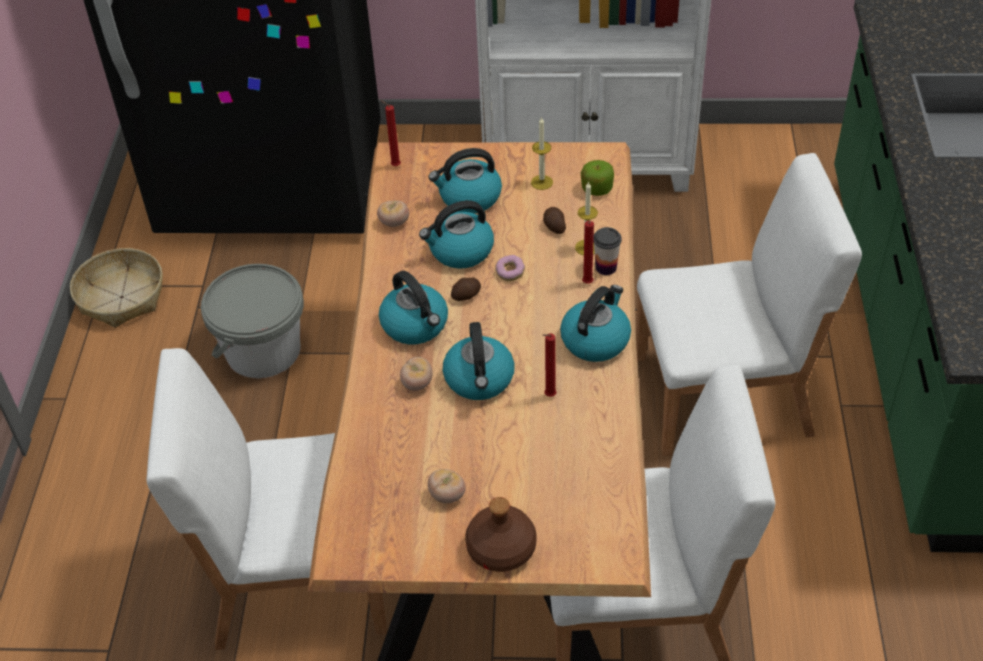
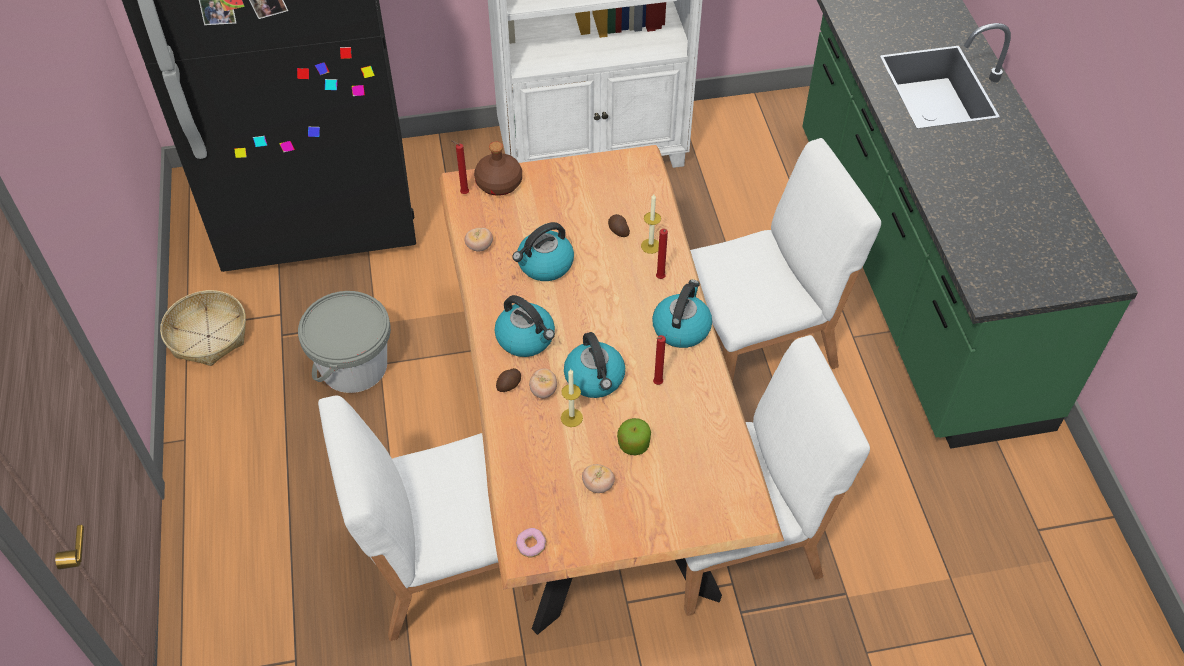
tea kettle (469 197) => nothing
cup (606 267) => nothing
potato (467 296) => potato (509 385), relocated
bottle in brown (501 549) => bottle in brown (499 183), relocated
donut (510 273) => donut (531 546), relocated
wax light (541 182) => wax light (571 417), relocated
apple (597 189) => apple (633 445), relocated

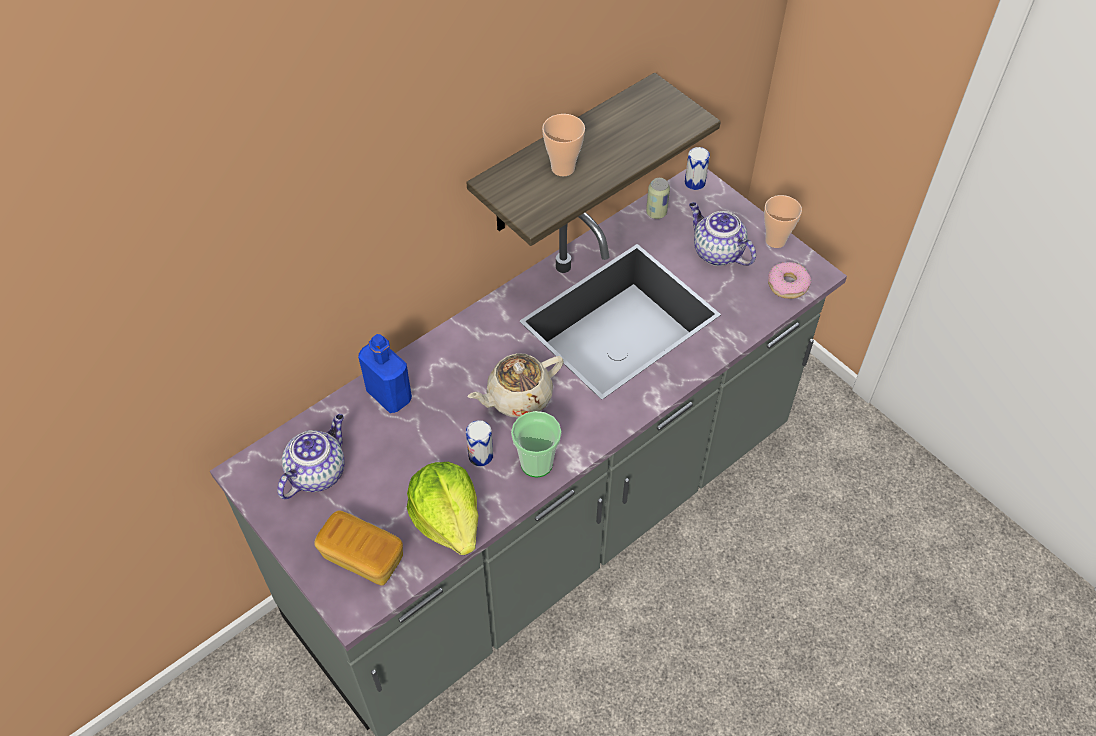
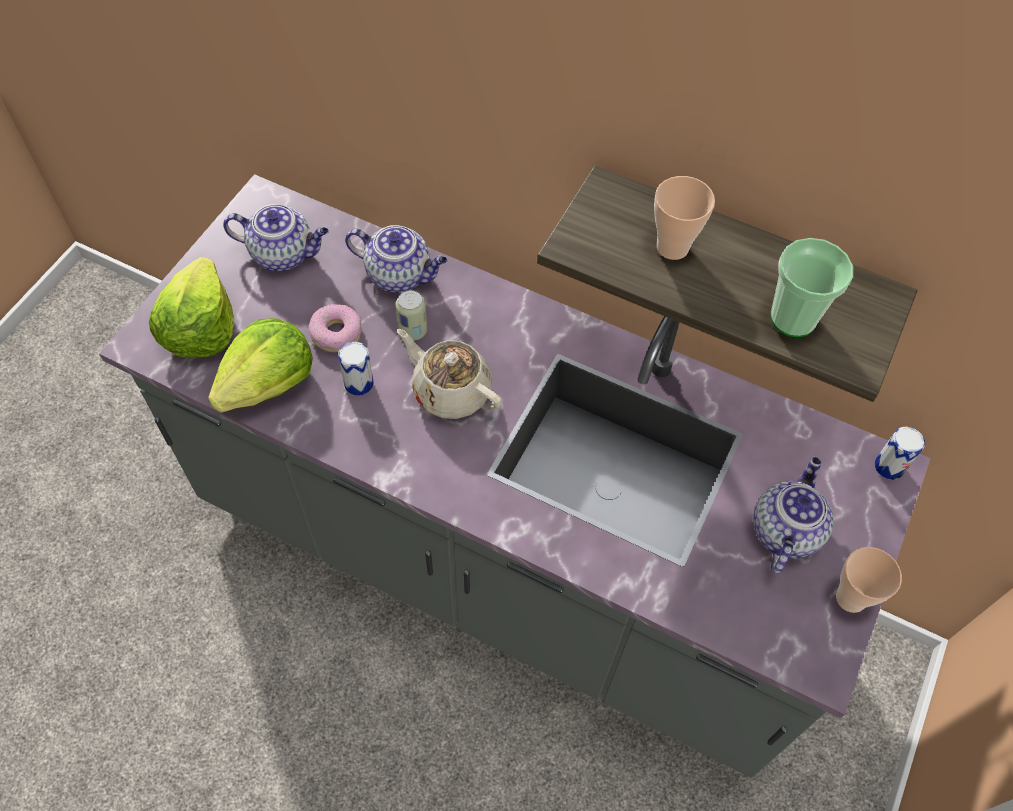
cup (536 463) => cup (793 318), relocated
sealed can (656 212) => sealed can (413 331), relocated
donut (787 285) => donut (336 333), relocated
bakery bread (362 557) => lettuce (200 328)
bottle in bluish (389 395) => tea pot (400 275)

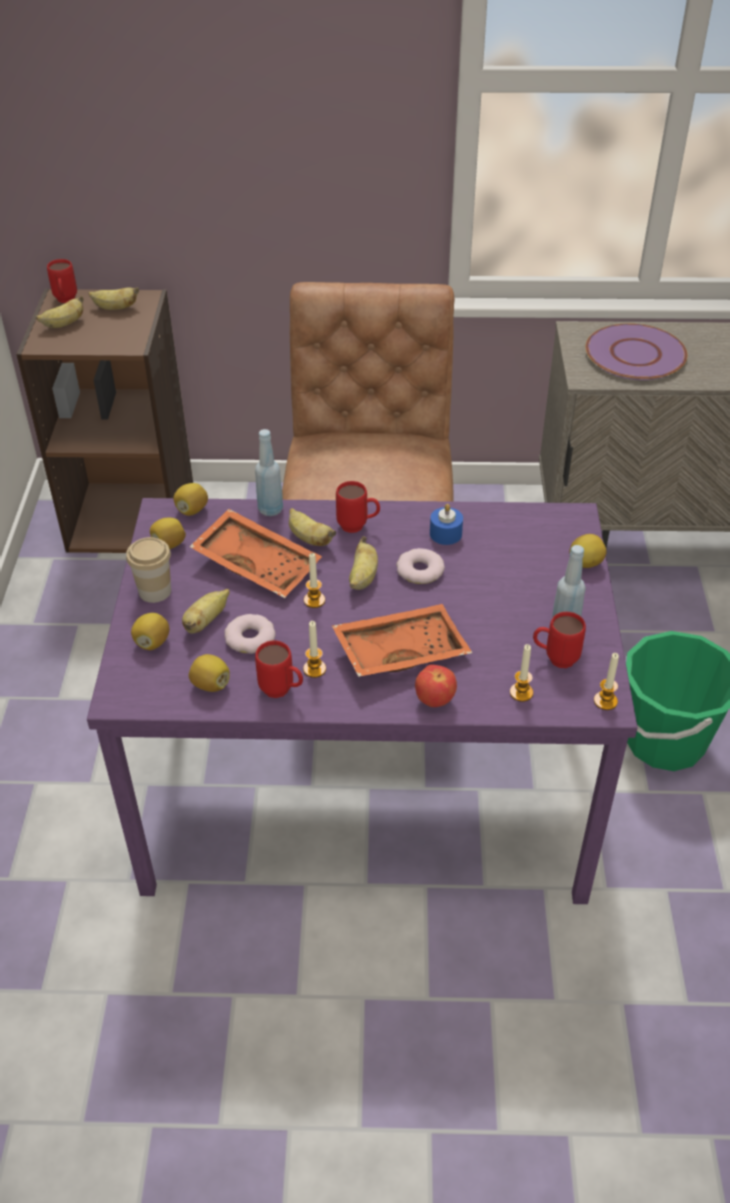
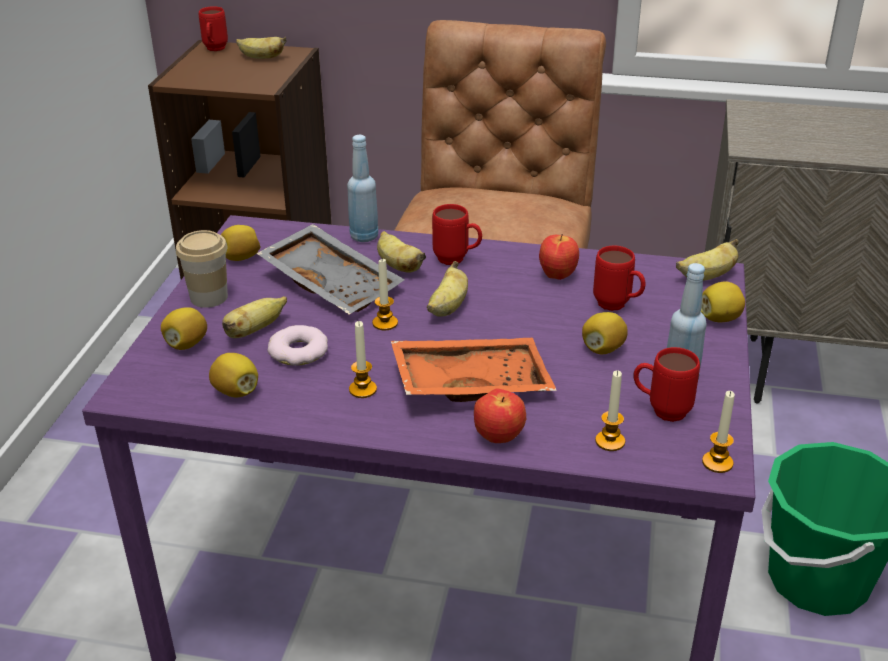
donut (420 570) => nothing
dinner plate in purple (634 354) => nothing
banana (64 324) => banana (707 276), relocated
lemon (192 510) => lemon (603 349), relocated
coffee mug in reddish (282 692) => coffee mug in reddish (617 306), relocated
wax light in bluish (445 534) => apple (557 276)
tray in orange-coloured (258 563) => tray in grey (333 283)

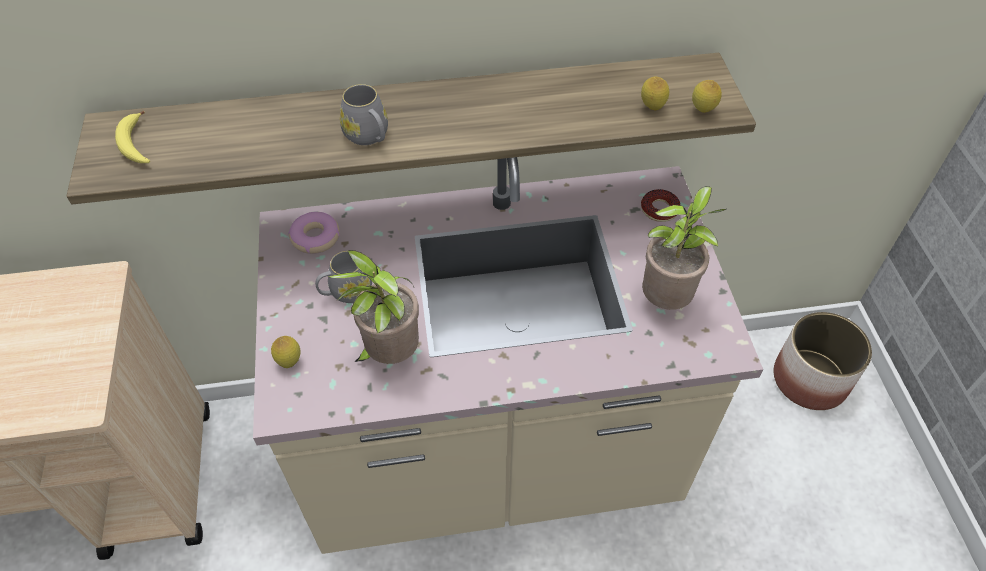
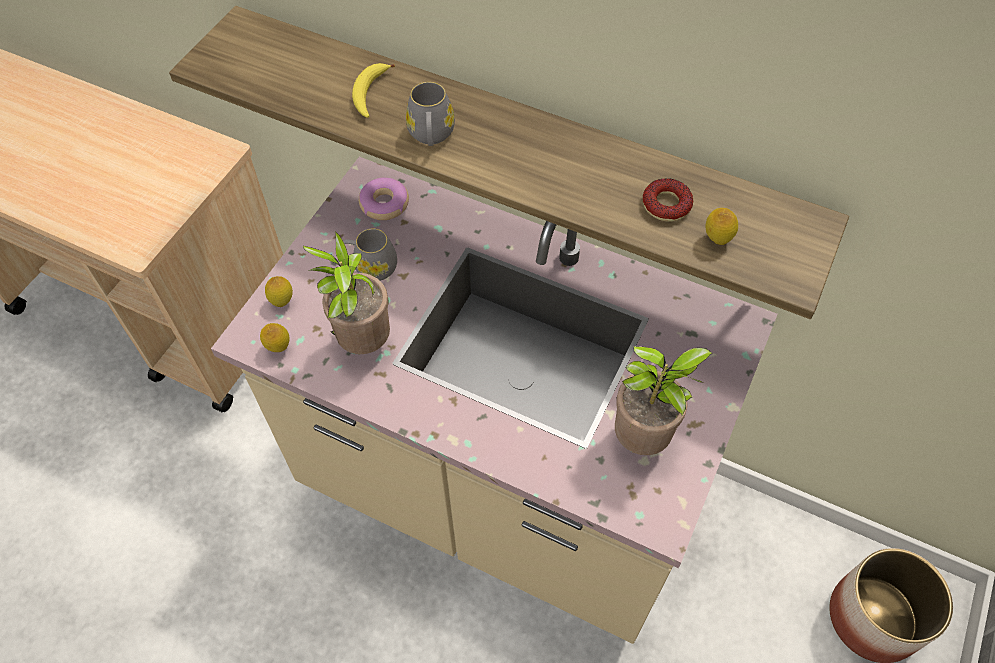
banana (136 145) => banana (370 94), relocated
donut (659 209) => donut (666 205), relocated
lemon (702 111) => lemon (279 348), relocated

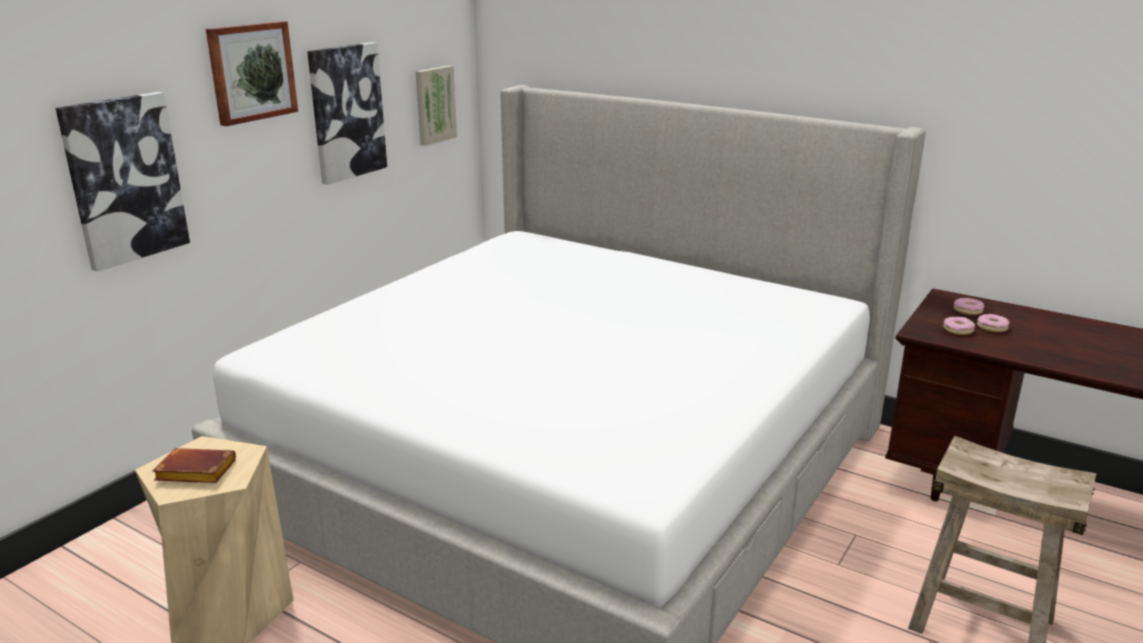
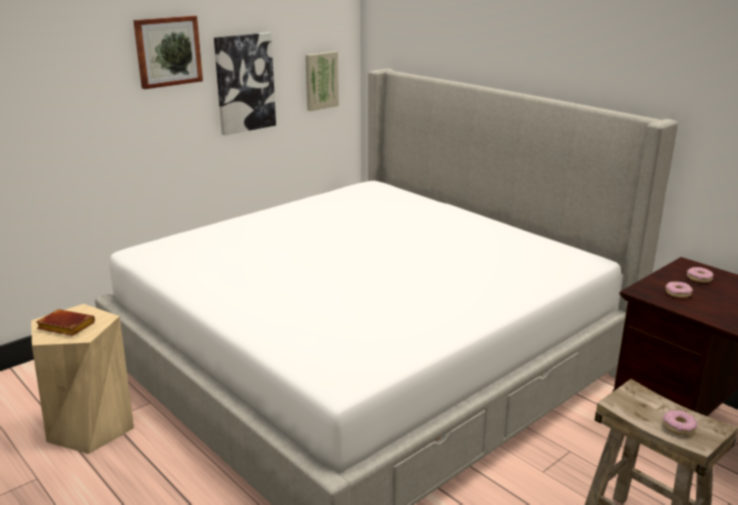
picture (124 179) => nothing
donut (992 327) => donut (678 427), relocated

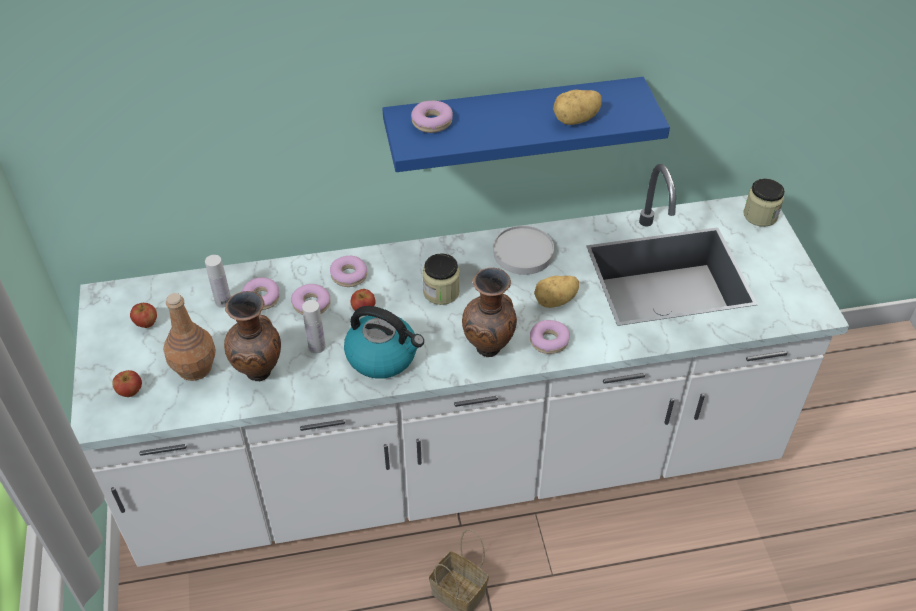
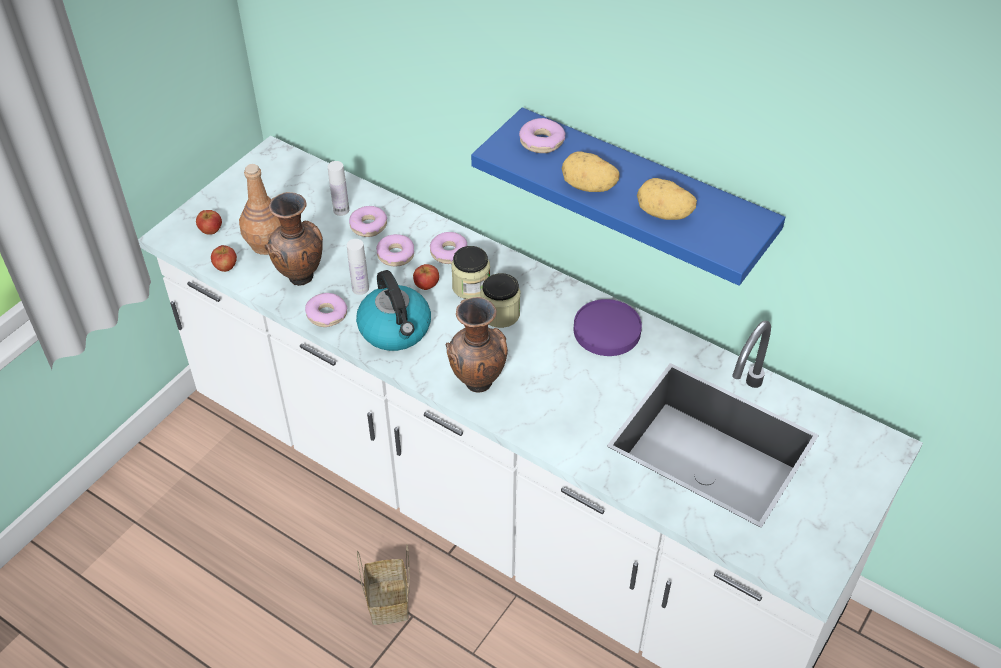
apple (146 323) => apple (225 267), relocated
donut (549 341) => donut (327 315), relocated
potato (556 301) => potato (588 187), relocated
preserve jar (760 215) => preserve jar (471 286), relocated
dinner plate in white-coloured (523 253) => dinner plate in purple (606 331)

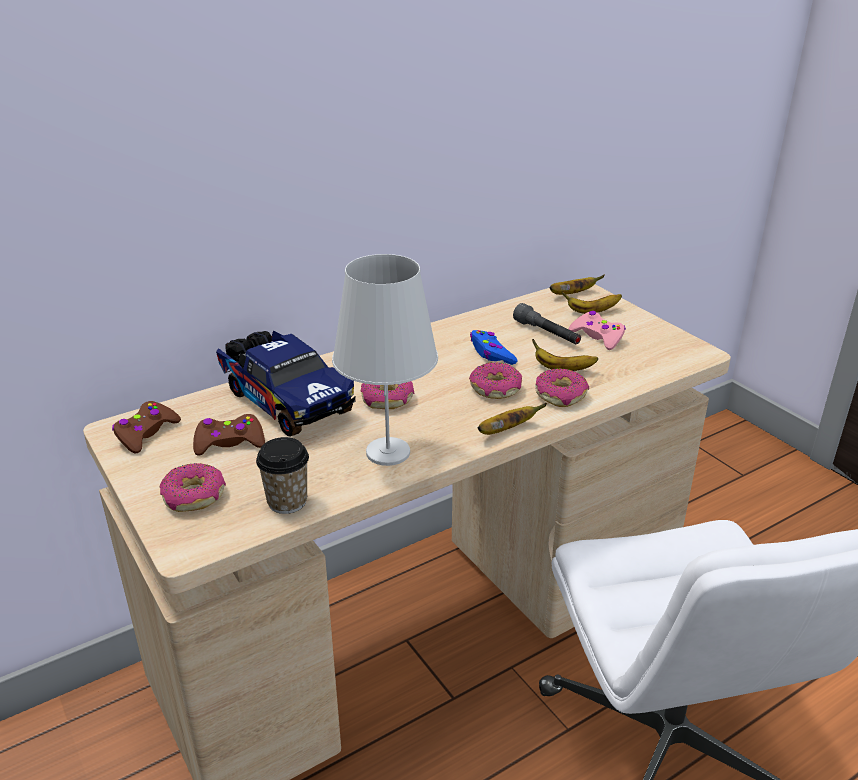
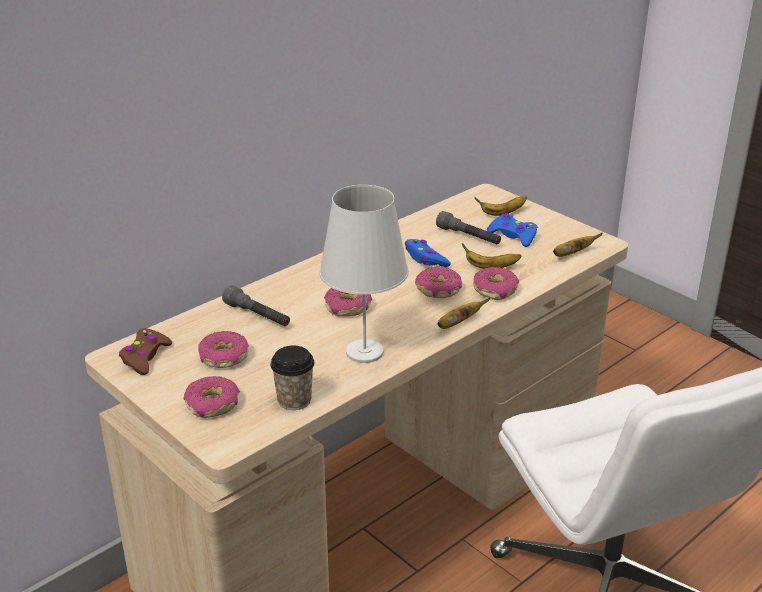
banana (572 294) => banana (572 254), relocated
joypad in brown (229 442) => donut (223 357)
toy lorry (285 399) => hand torch in grey (257 316)
joypad in pinkish (597 336) => joypad in bluish (513 236)

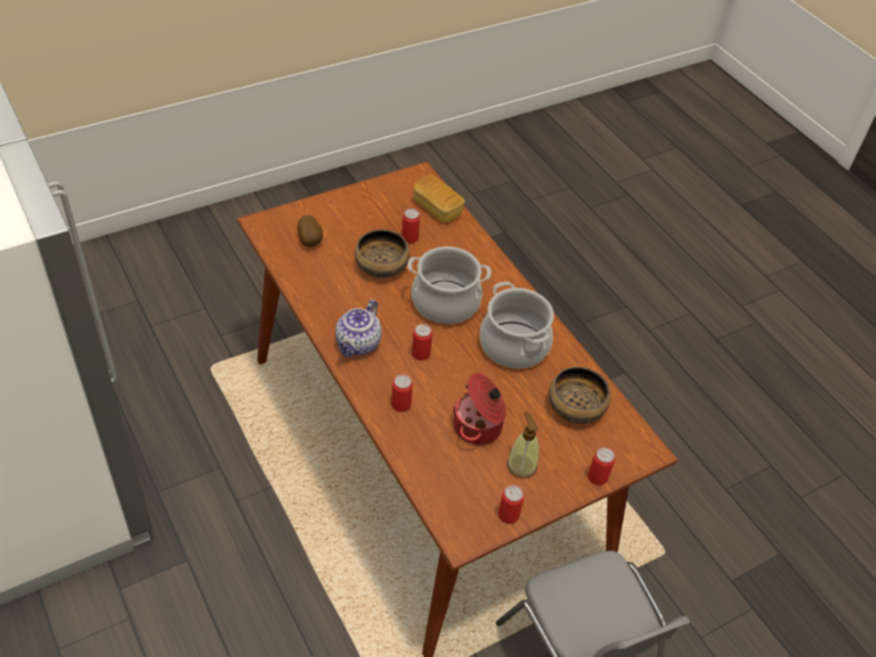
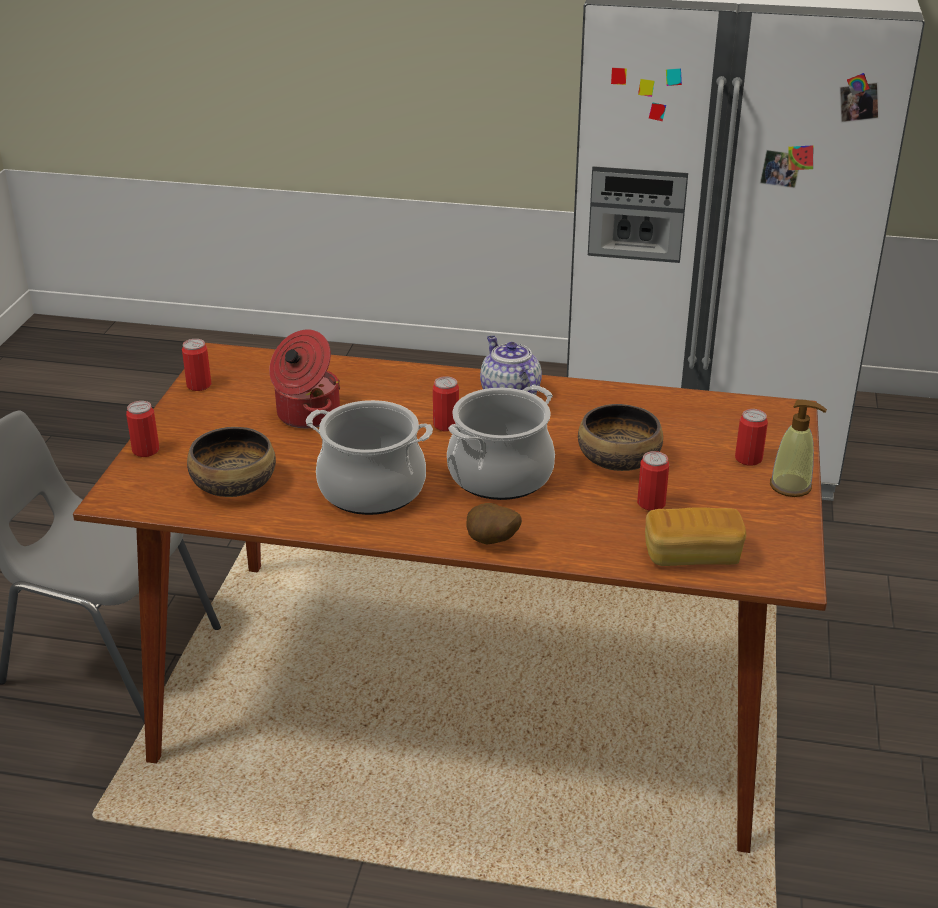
potato (310 241) => potato (492 542), relocated
sealed can (401 404) => sealed can (748 459), relocated
soap bottle (521 466) => soap bottle (791 486), relocated

